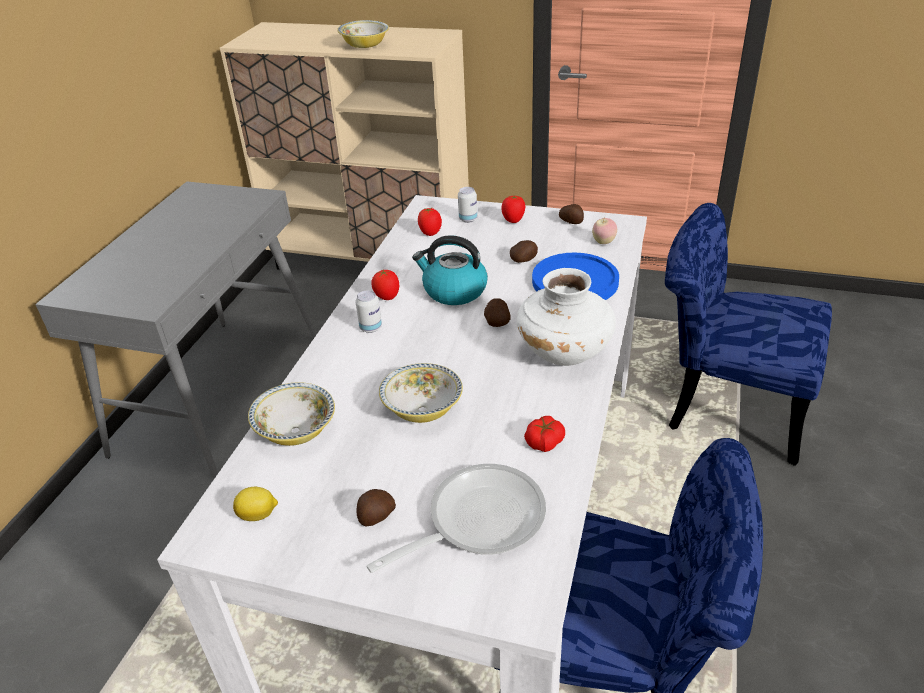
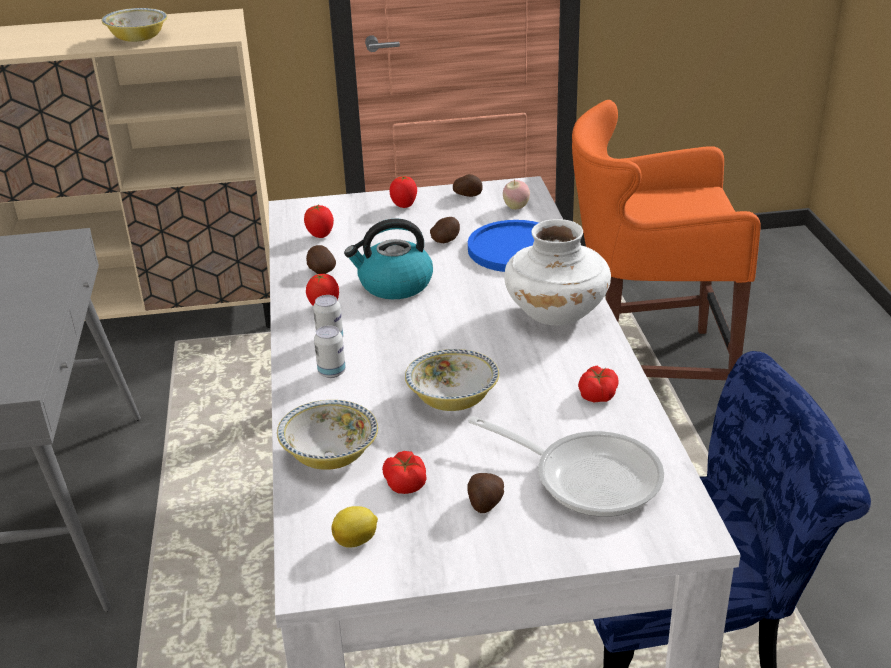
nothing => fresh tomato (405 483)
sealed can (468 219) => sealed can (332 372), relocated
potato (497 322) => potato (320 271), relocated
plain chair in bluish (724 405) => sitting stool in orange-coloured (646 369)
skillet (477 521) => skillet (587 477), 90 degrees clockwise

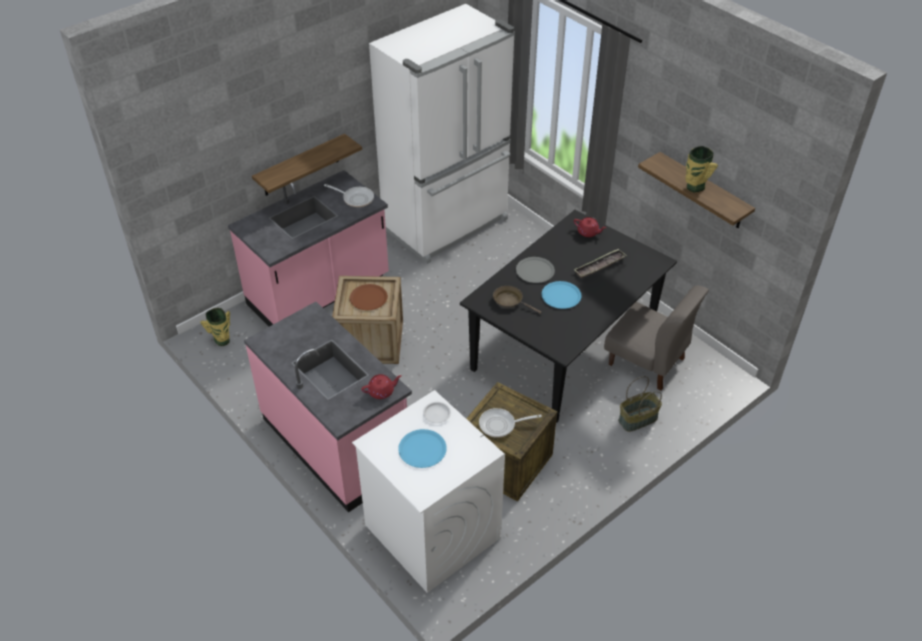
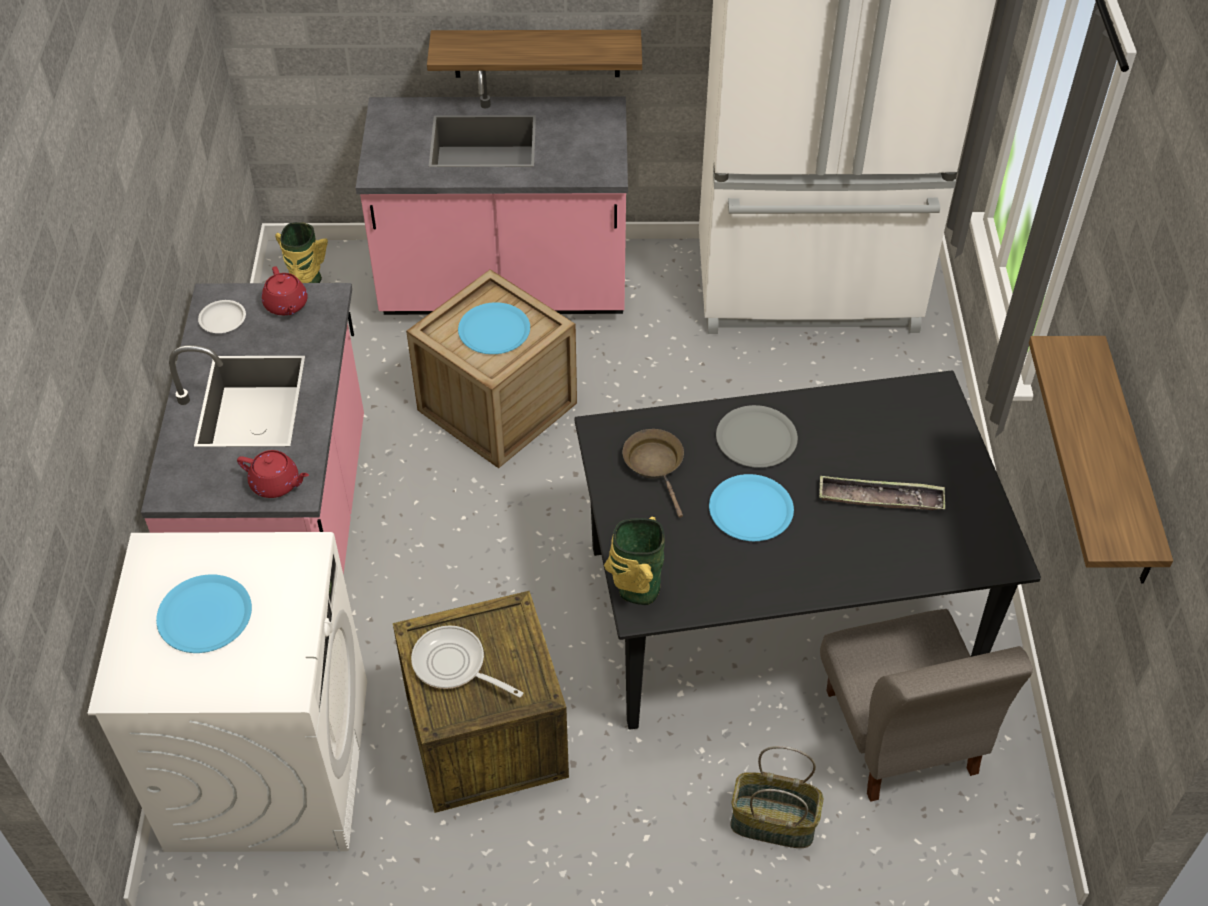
skillet (356 198) => nothing
dinner plate in white-coloured (437 414) => dinner plate in white-coloured (222 320), relocated
tea pot in reddish (588 232) => tea pot in reddish (286 305), relocated
decorative vase (694 187) => decorative vase (636 589), relocated
dinner plate in brown (368 298) => dinner plate in bluish (494 330)

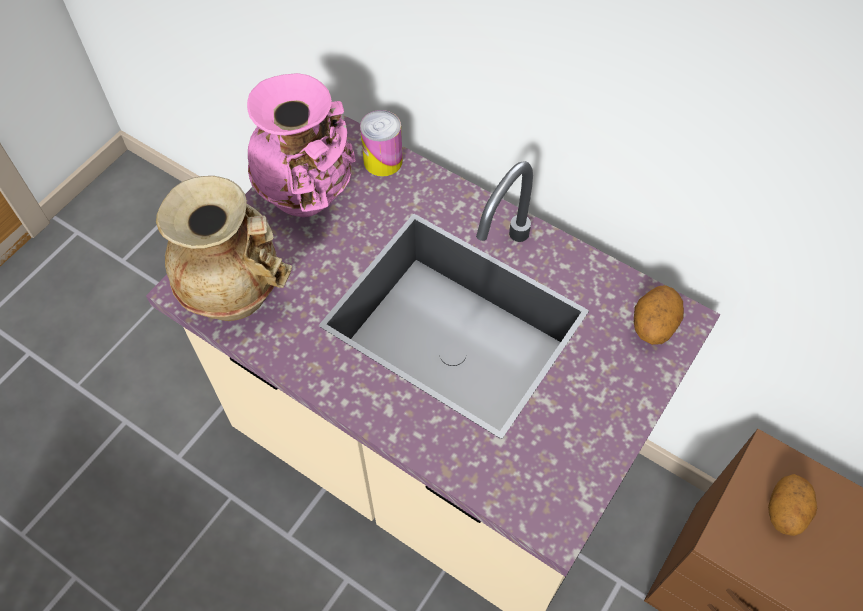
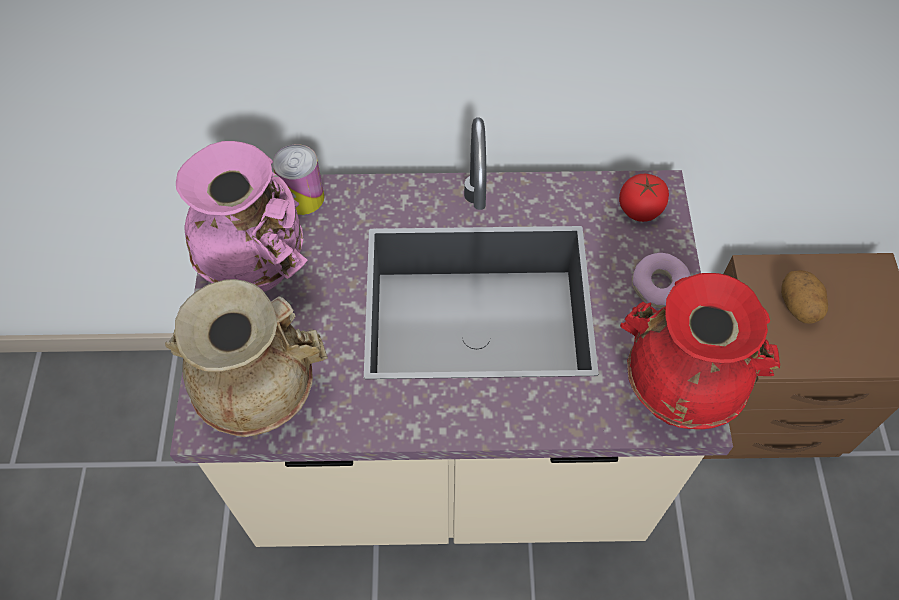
nothing => decorative vase in reddish (677 391)
nothing => donut (658 286)
potato (652 326) => fresh tomato (640 209)

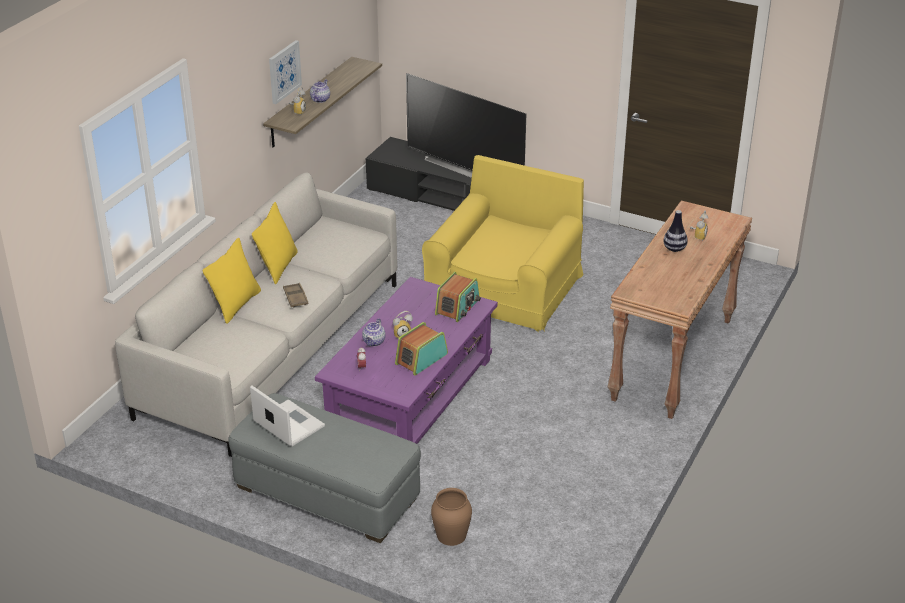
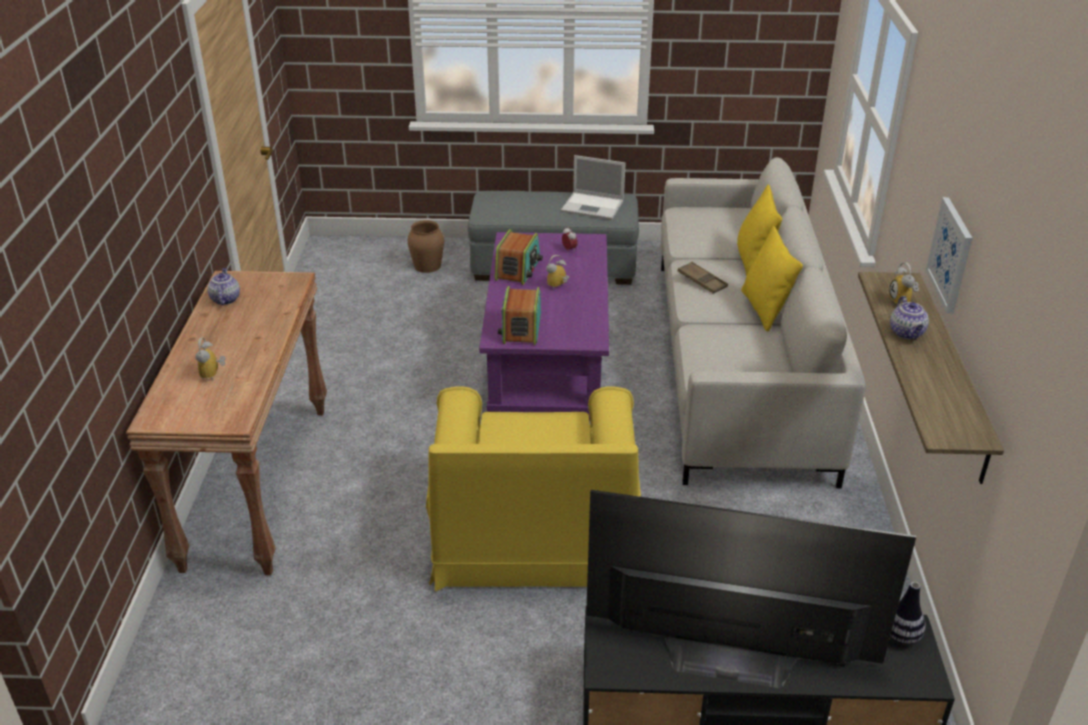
tea pot (374 342) => tea pot (225 299), relocated
decorative vase (674 249) => decorative vase (901 636), relocated

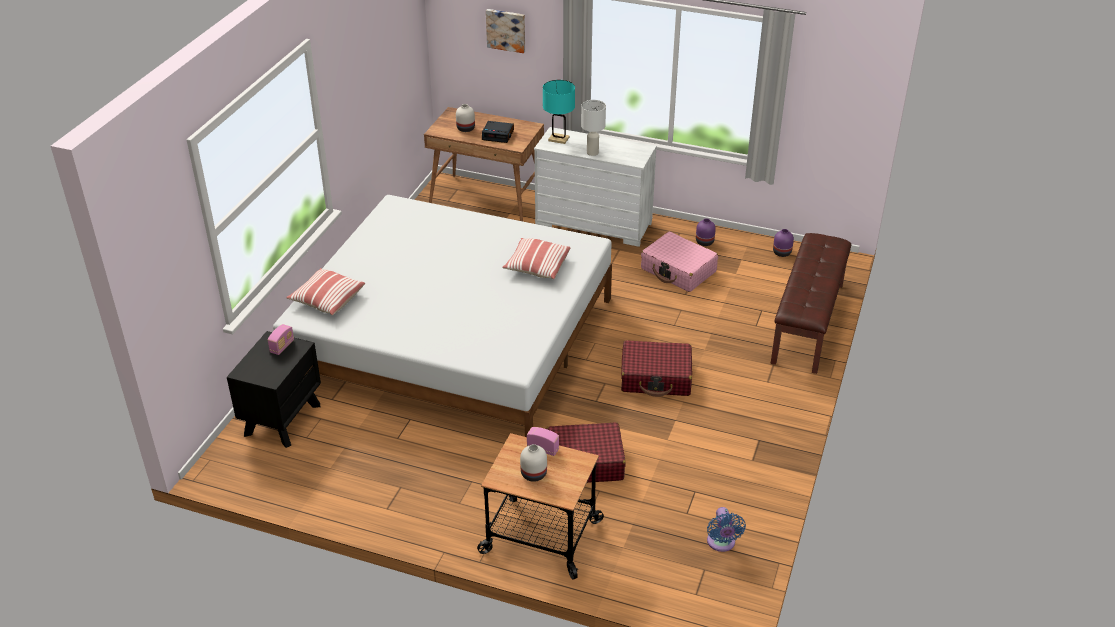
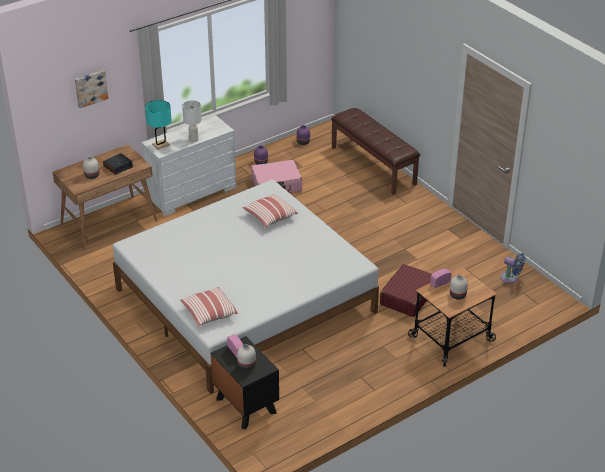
piece of luggage in reddish (656 377) => nothing
nothing => decorative vase in white-coloured (246 365)

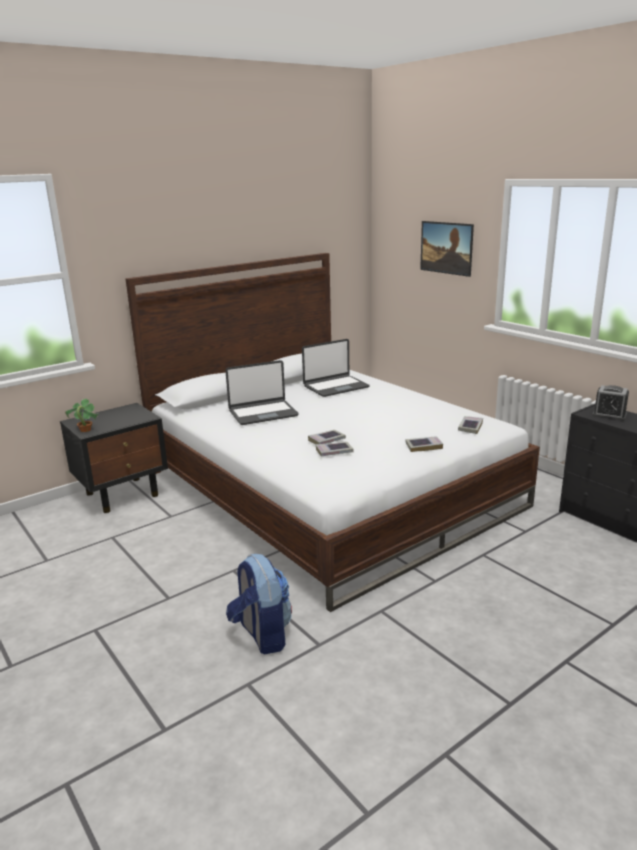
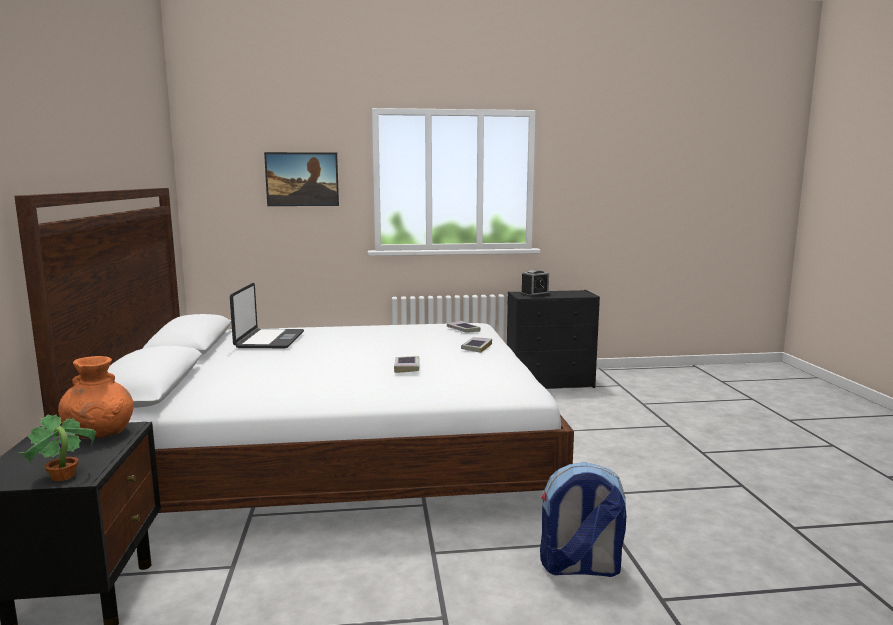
laptop (263 413) => nothing
bound book (334 452) => nothing
nothing => decorative vase in orange-coloured (100 433)

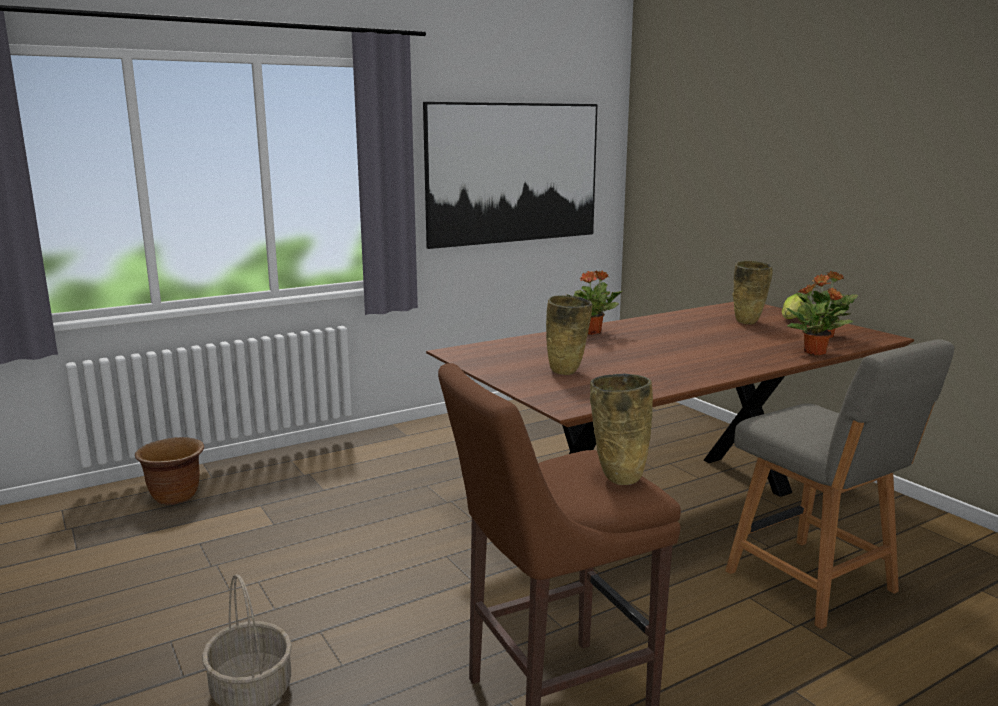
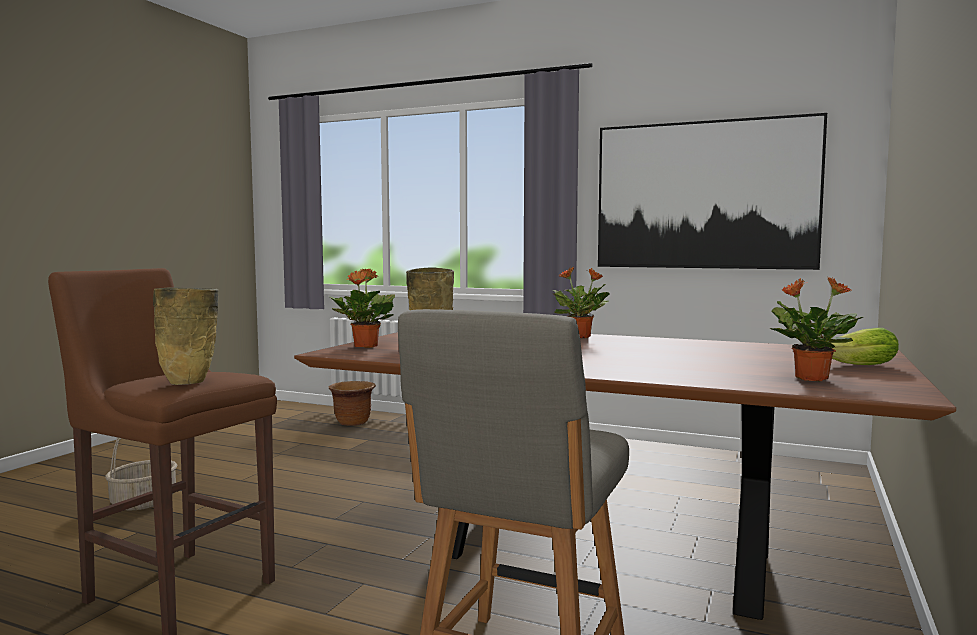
decorative vase in beige (747 323) => nothing
plant in a pot (815 353) => plant in a pot (365 346), relocated

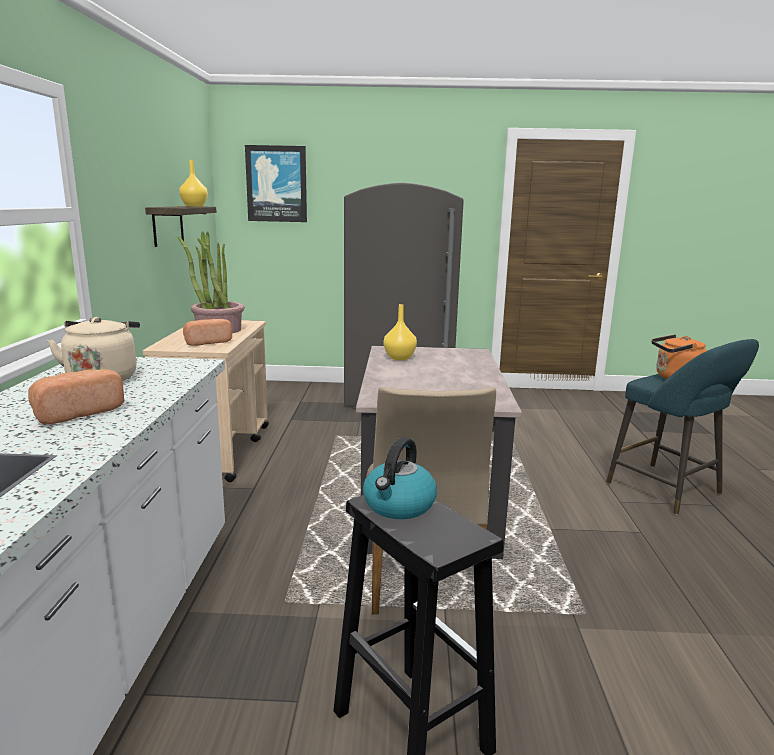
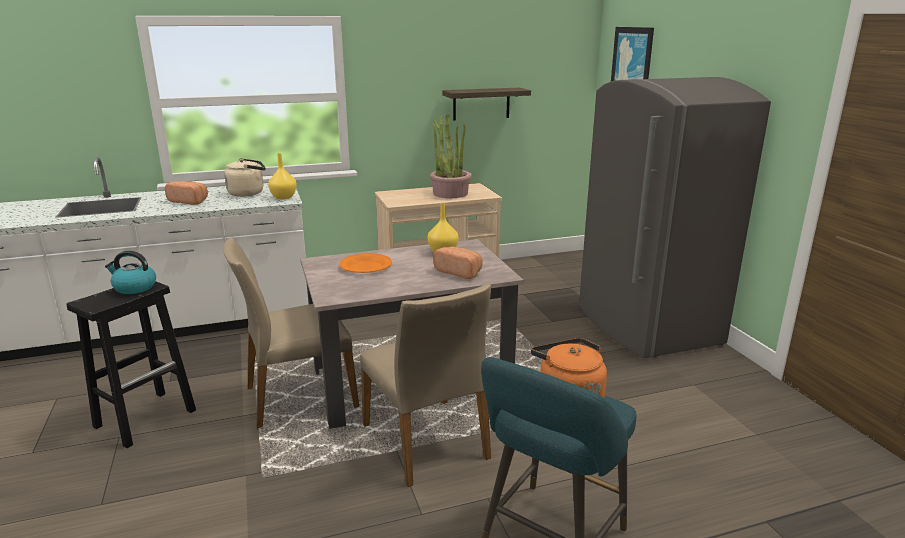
nothing => dinner plate in orange-coloured (366 266)
nothing => plain chair in beige (427 441)
decorative vase in yellow (194 206) => decorative vase in yellow (284 197), relocated
bakery bread (206 342) => bakery bread (459 272), relocated

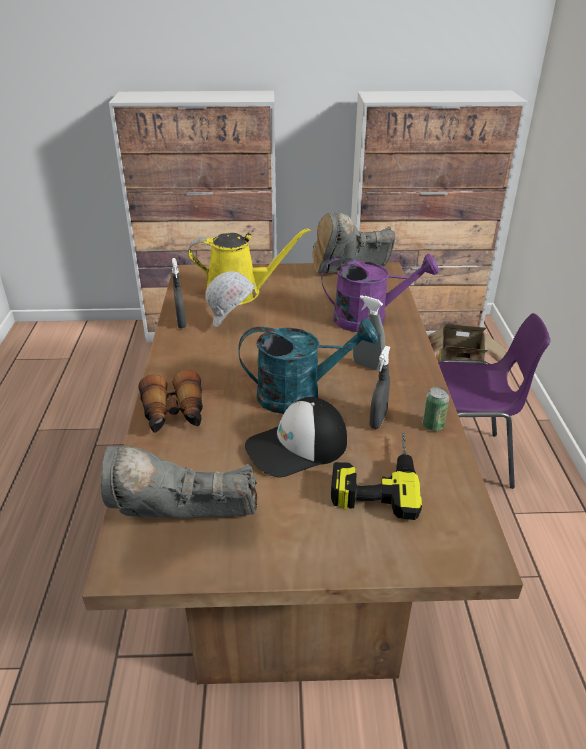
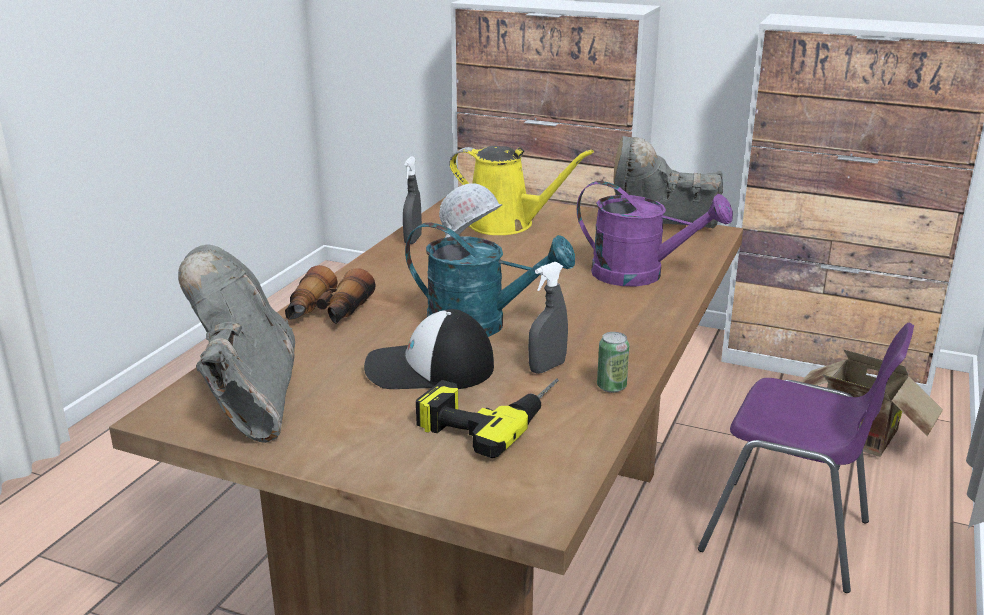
hand sprayer in grey (367 365) => nothing
boot in grey (185 526) => boot in grey (249 401), 60 degrees clockwise

